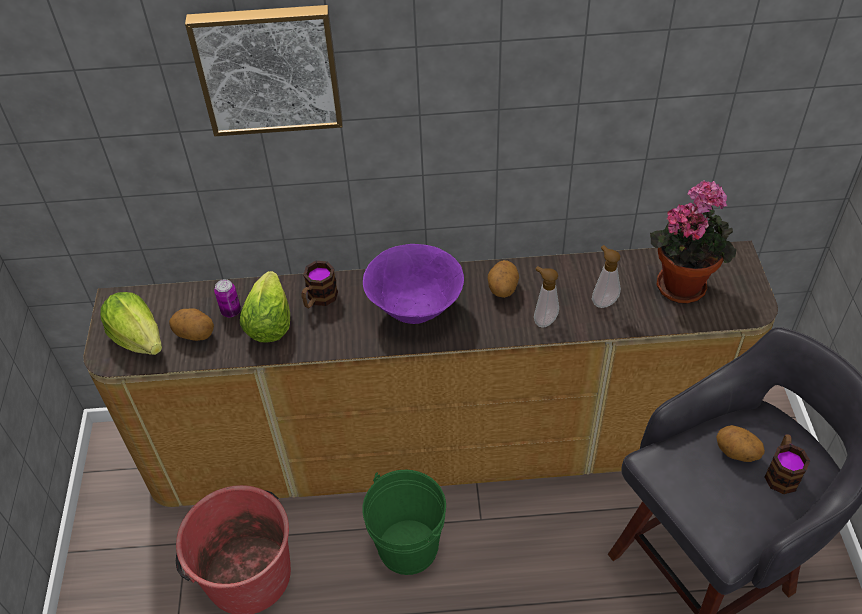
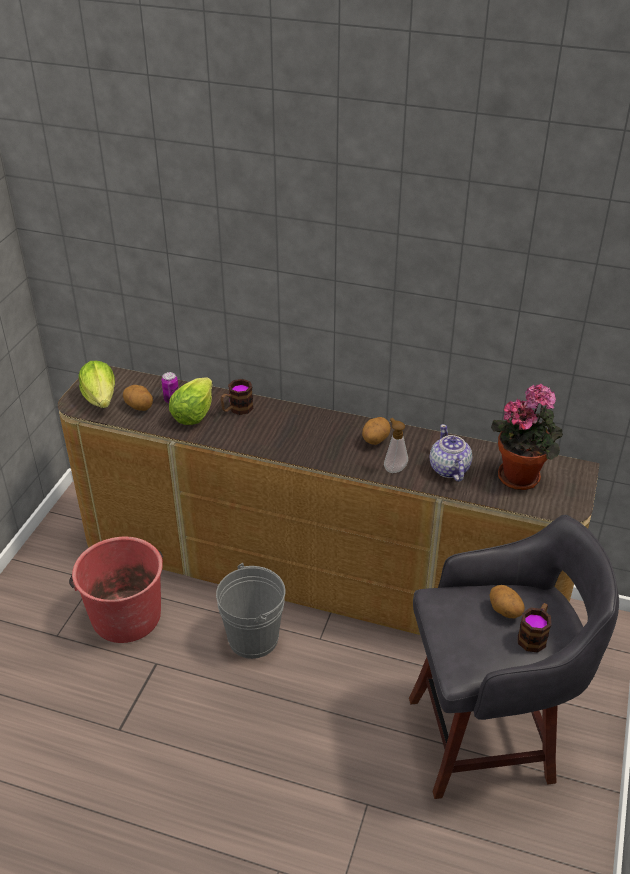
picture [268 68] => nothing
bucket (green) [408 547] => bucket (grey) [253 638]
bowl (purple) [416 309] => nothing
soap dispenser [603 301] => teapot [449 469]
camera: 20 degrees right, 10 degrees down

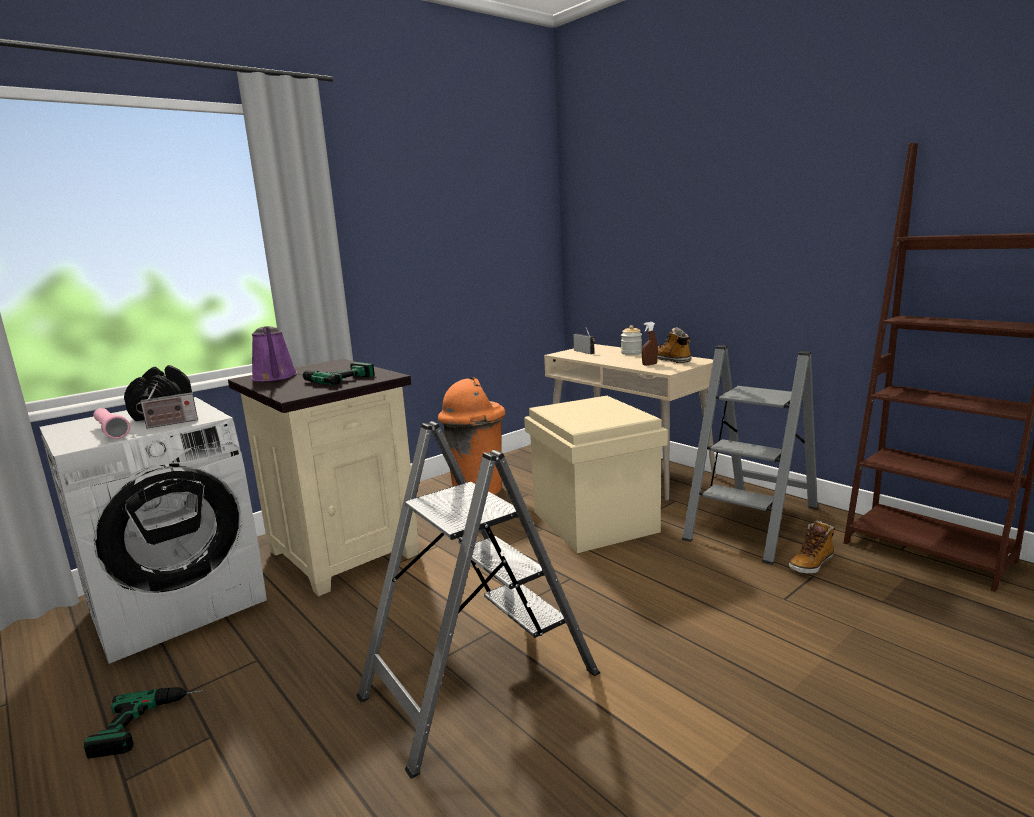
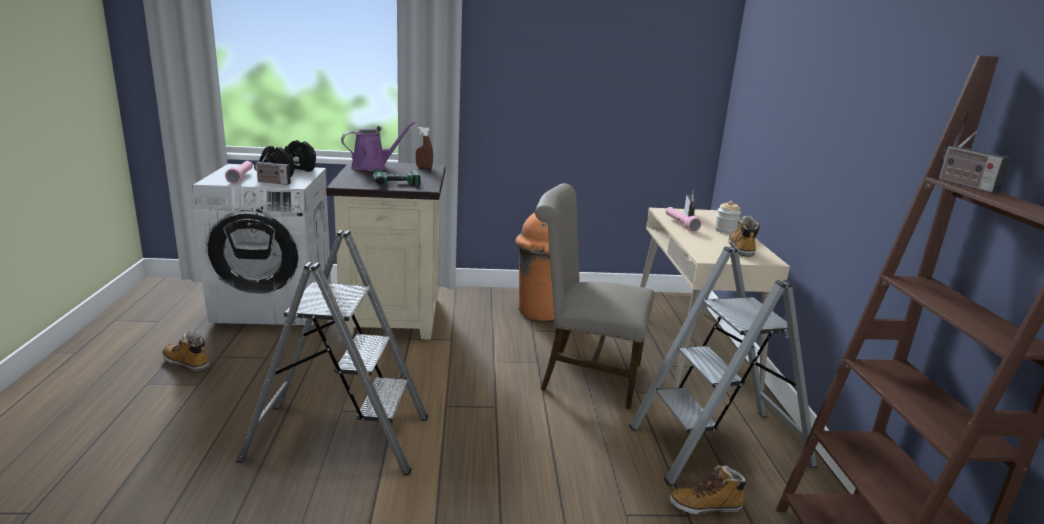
power drill [149 723] => boot [187 363]
watering can (purple) [275 377] => watering can (purple) [372 167], 135 degrees counterclockwise
storage box (beige) [593 521] => chair (beige) [584 375]
spray bottle (brown) [649 364] => spray bottle (brown) [424 167], shifted
nothing => flashlight (pink) [680 224]
nothing => radio [964 184]
camera: 35 degrees right, 5 degrees up

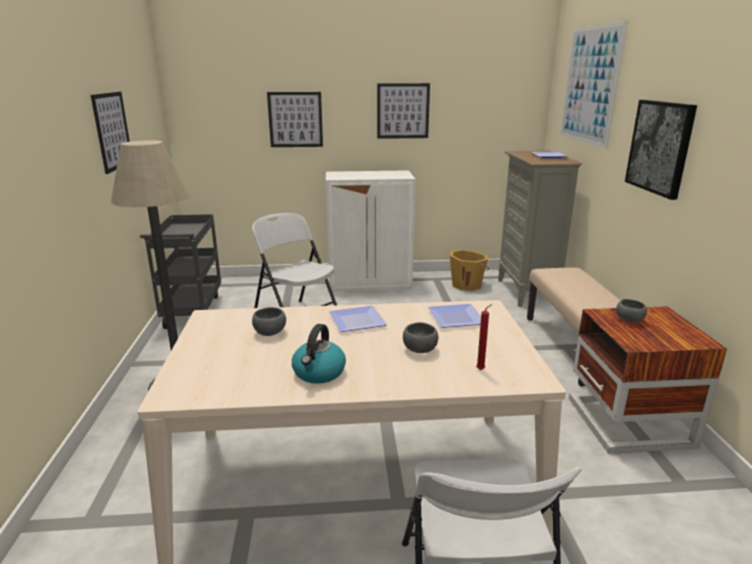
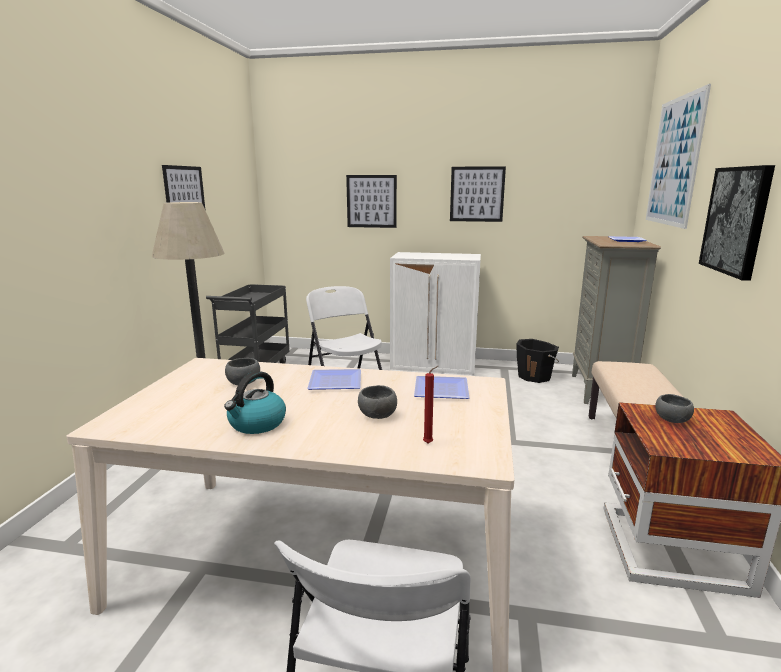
bucket (orange) [467 284] => bucket (black) [535 376]
camera: 15 degrees right, 5 degrees down

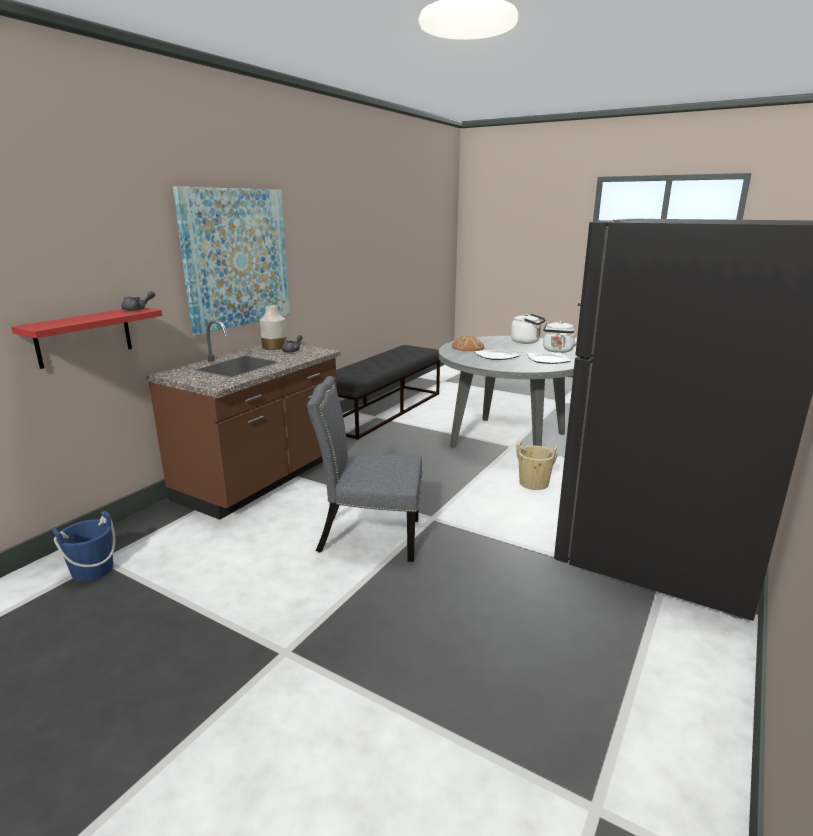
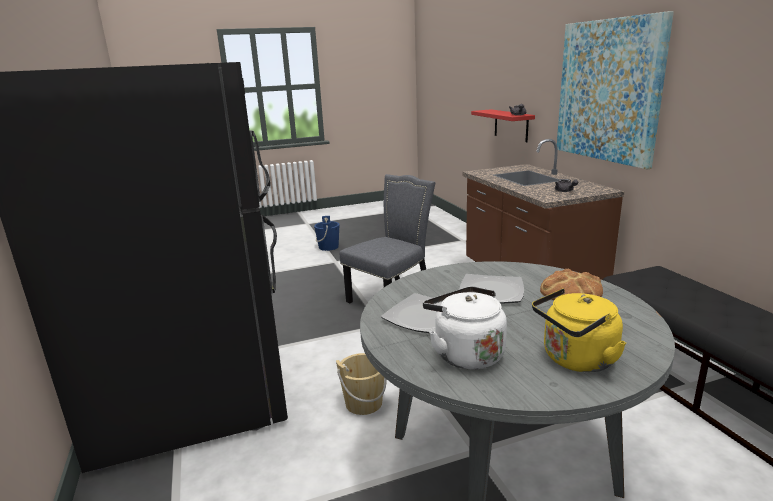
bucket (blue) [92 570] => bucket (blue) [328 247], shifted
vase (beige) [274 346] => nothing
kettle (white) [527 342] => kettle (yellow) [575 360]
camera: 130 degrees right, 0 degrees up

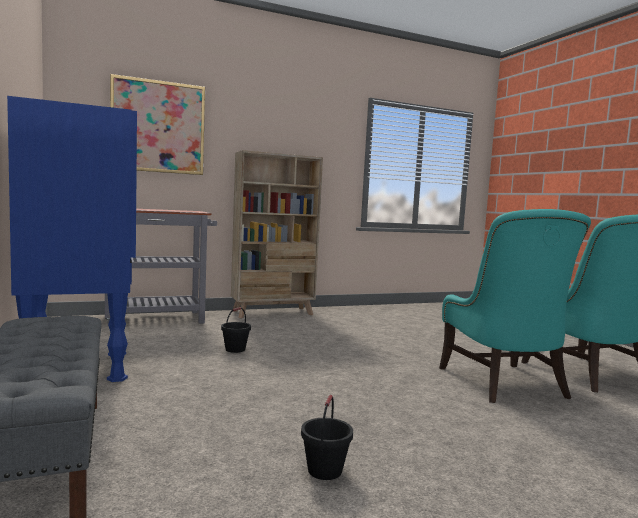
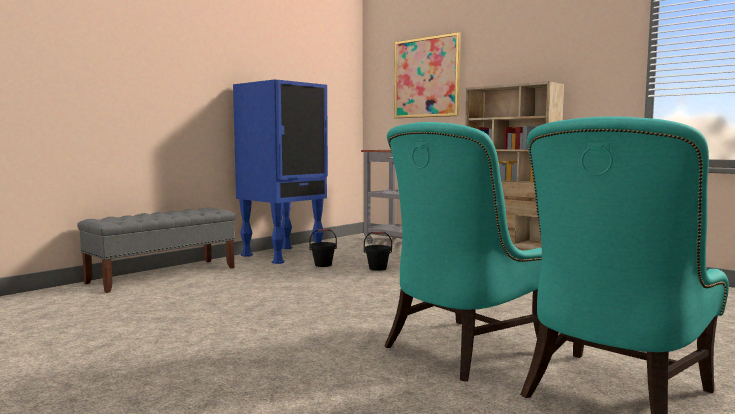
bucket (black) [325 470] => bucket (black) [323 265], shifted
camera: 65 degrees right, 0 degrees up

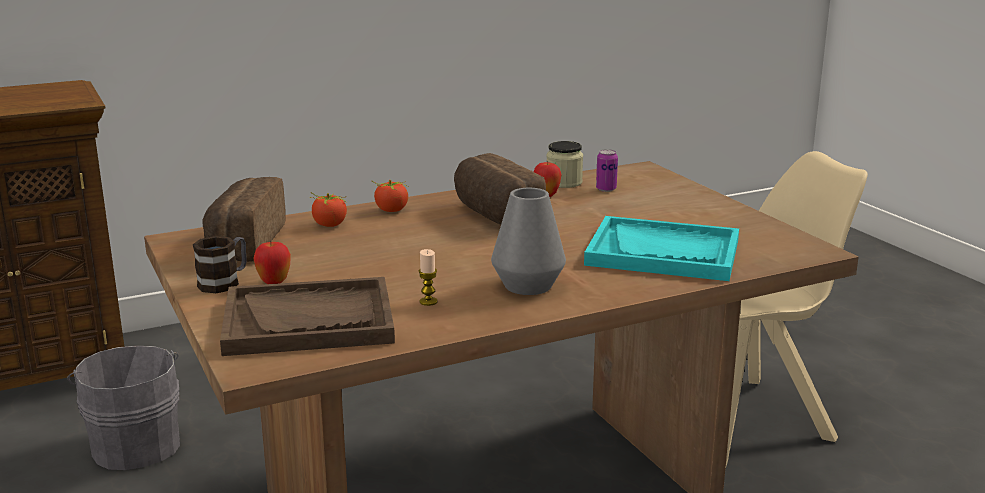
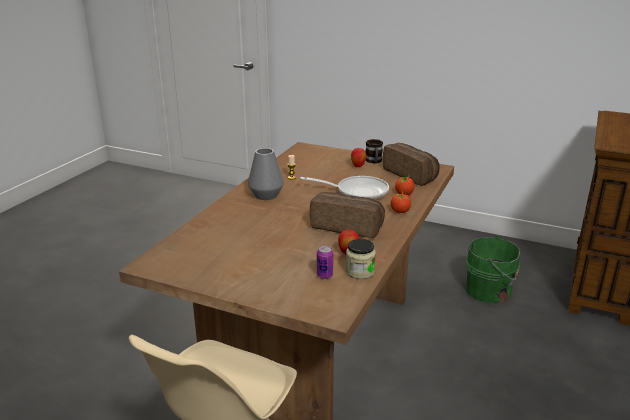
bucket (grey) [136 444] => bucket (green) [490 291]
tray (brown) [309 321] => nothing
tray (turquoise) [663 253] => nothing
nothing => frying pan [357 192]
camera: 140 degrees right, 5 degrees up

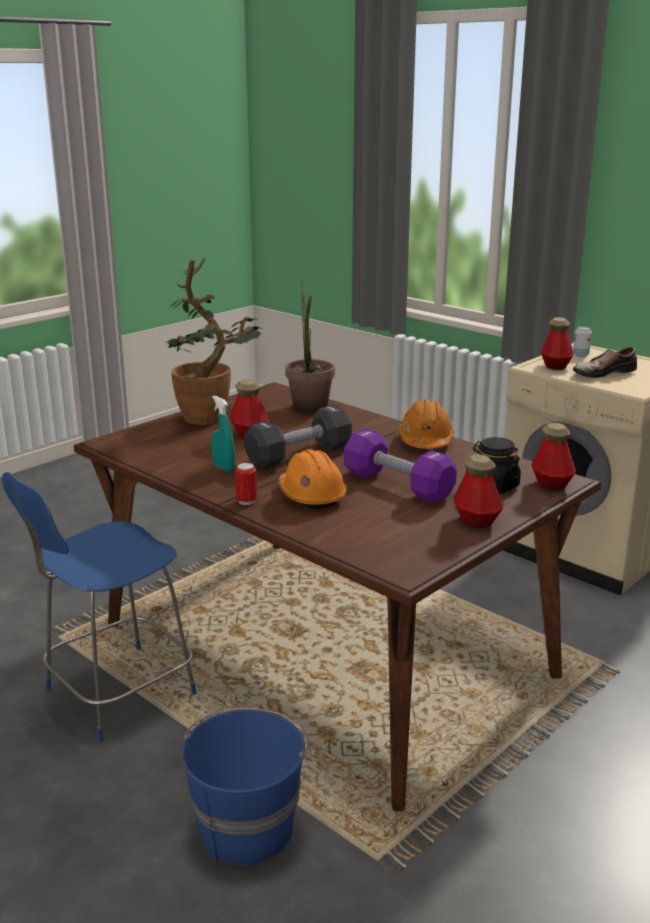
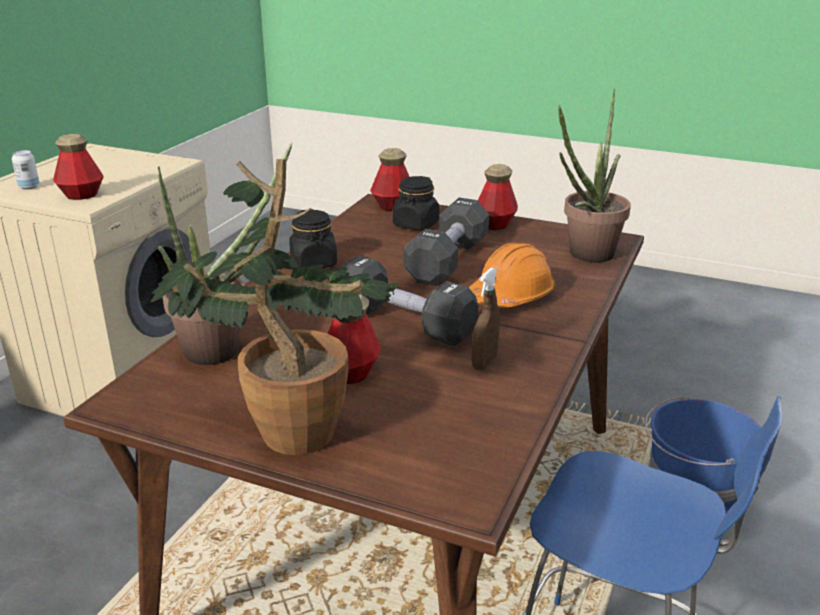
spray bottle (turquoise) [223 468] => spray bottle (brown) [484 363]
can [246 501] => nothing
dumbbell (purple) [397 485] => dumbbell (black) [447 261]
hard hat (orange) [425 441] => jar (black) [313 263]
shoe [602 372] => nothing
nothing => potted plant [585 256]
camera: 110 degrees left, 5 degrees up

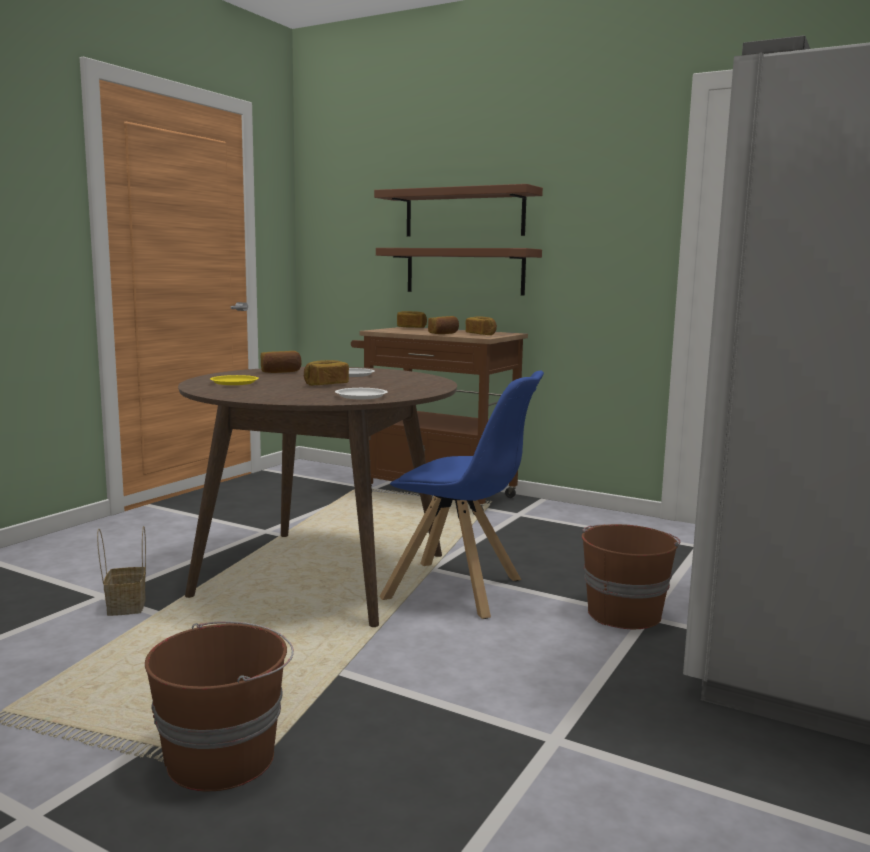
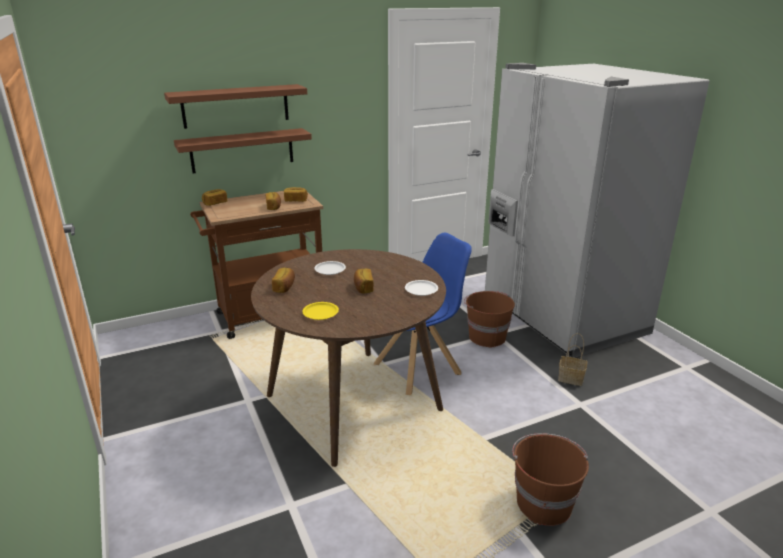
basket [125 605] => basket [569 378], shifted
camera: 55 degrees left, 15 degrees up

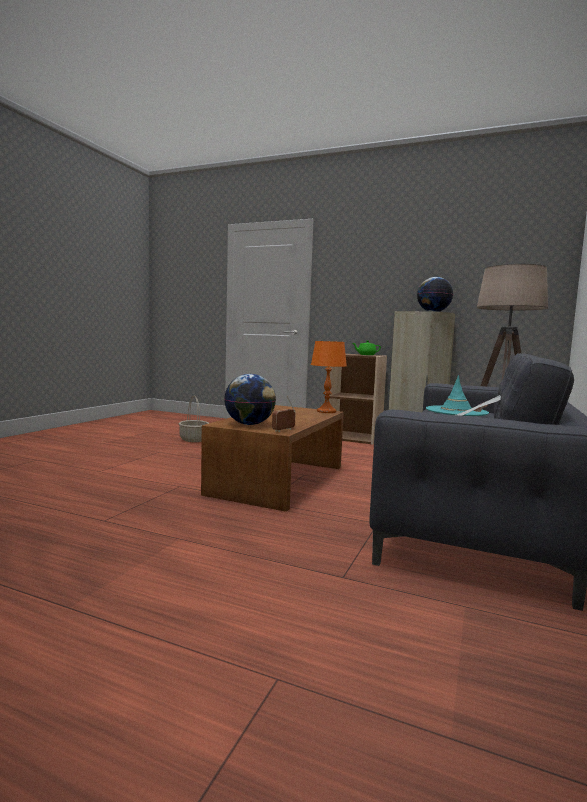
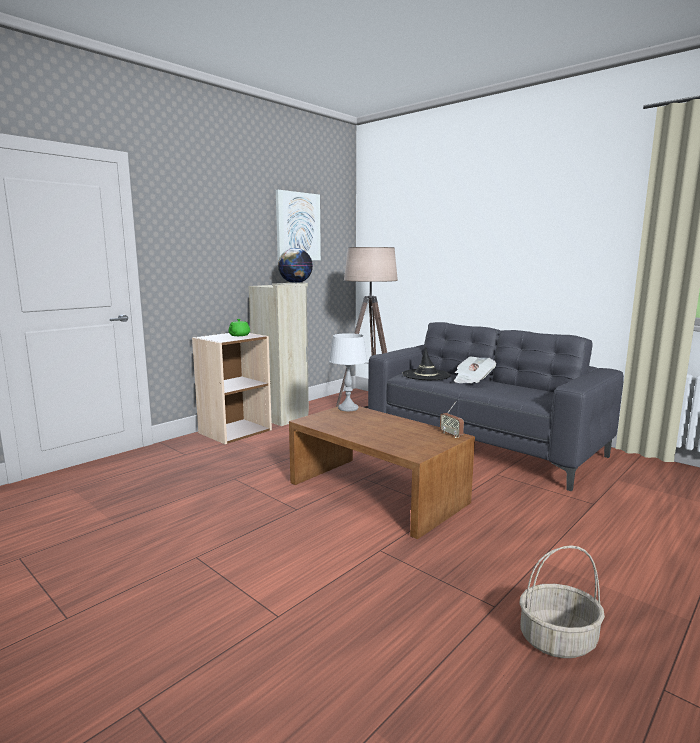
basket [193 439] => basket [557 640], shifted
globe [249 424] => nothing
table lamp (orange) [326 411] => table lamp (grey) [348 408]
hat (turquoise) [456 411] => hat (black) [426 375]
nothing => picture [297 226]
camera: 70 degrees left, 5 degrees up

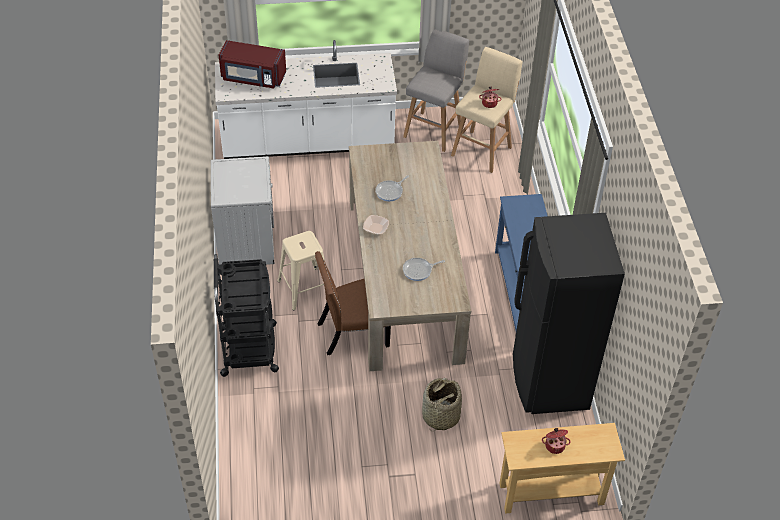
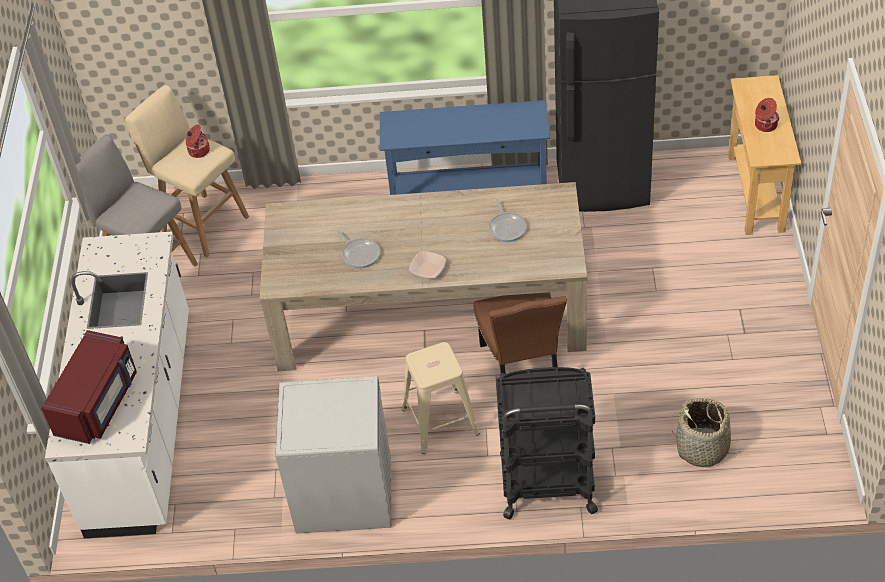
basket [440 416] => basket [703 449], shifted
camera: 80 degrees left, 0 degrees up

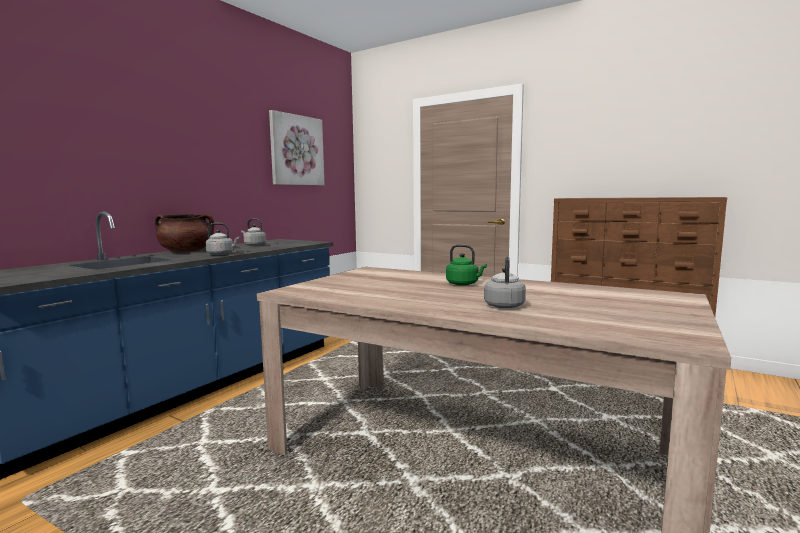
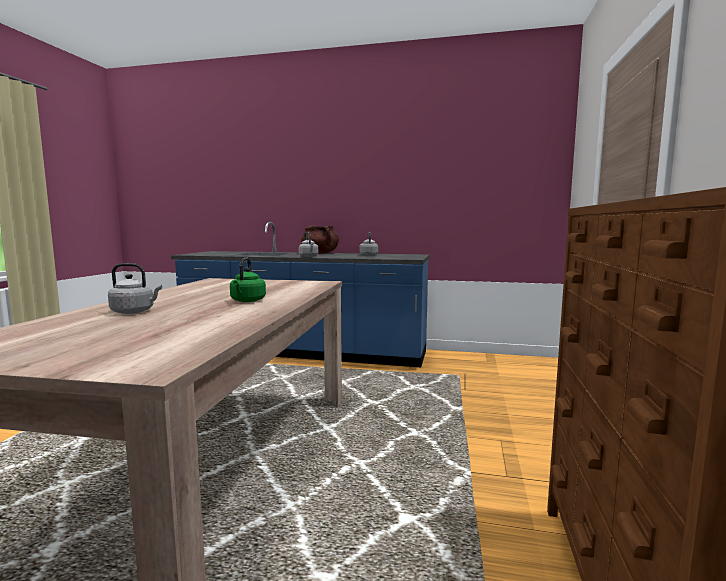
picture [296 150] => nothing
camera: 70 degrees right, 0 degrees up

